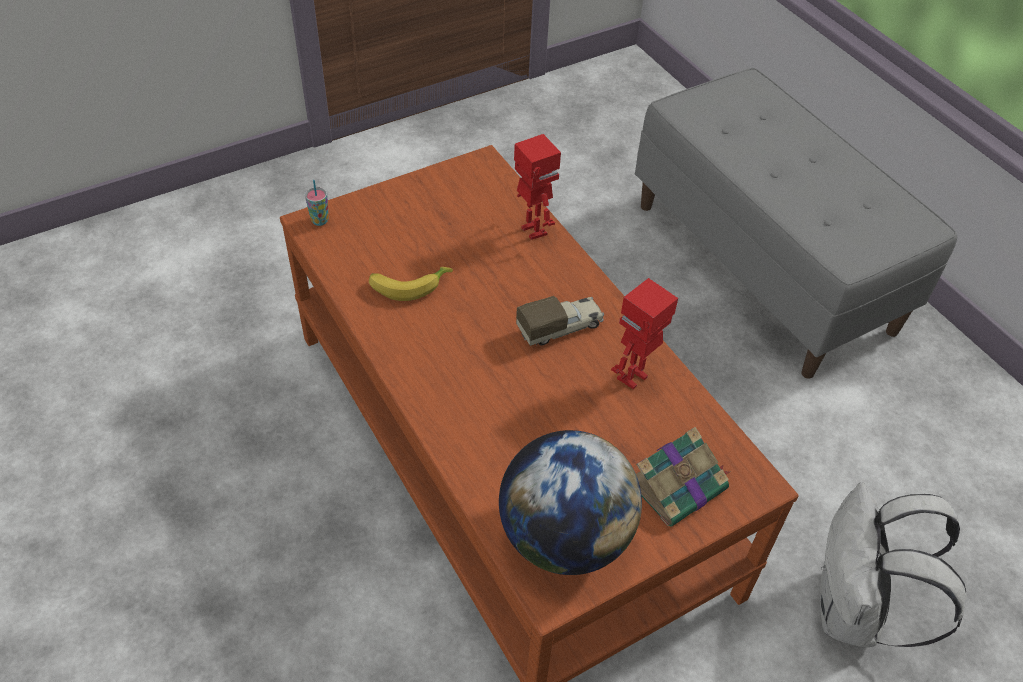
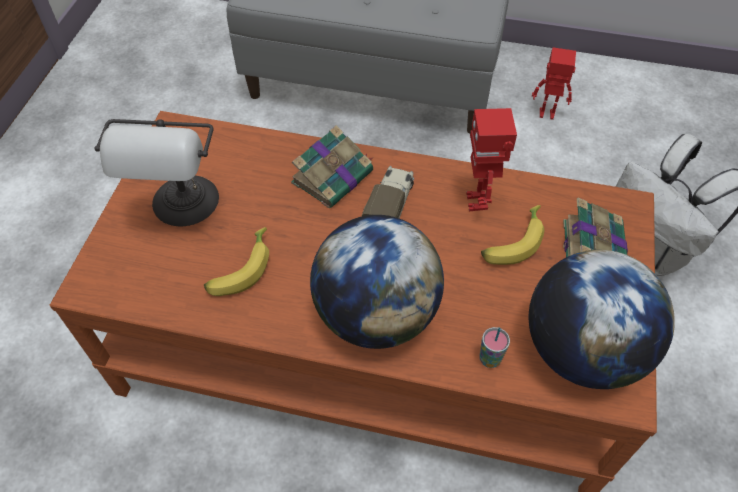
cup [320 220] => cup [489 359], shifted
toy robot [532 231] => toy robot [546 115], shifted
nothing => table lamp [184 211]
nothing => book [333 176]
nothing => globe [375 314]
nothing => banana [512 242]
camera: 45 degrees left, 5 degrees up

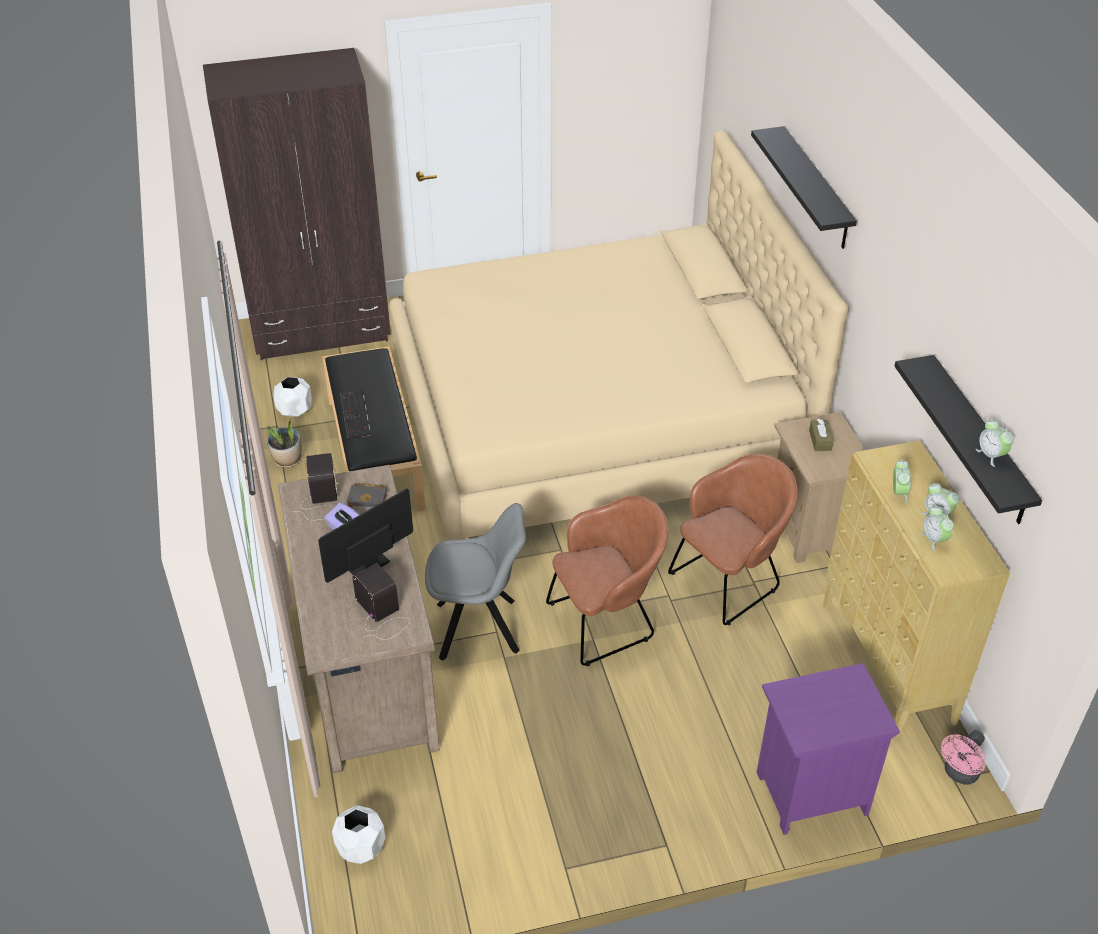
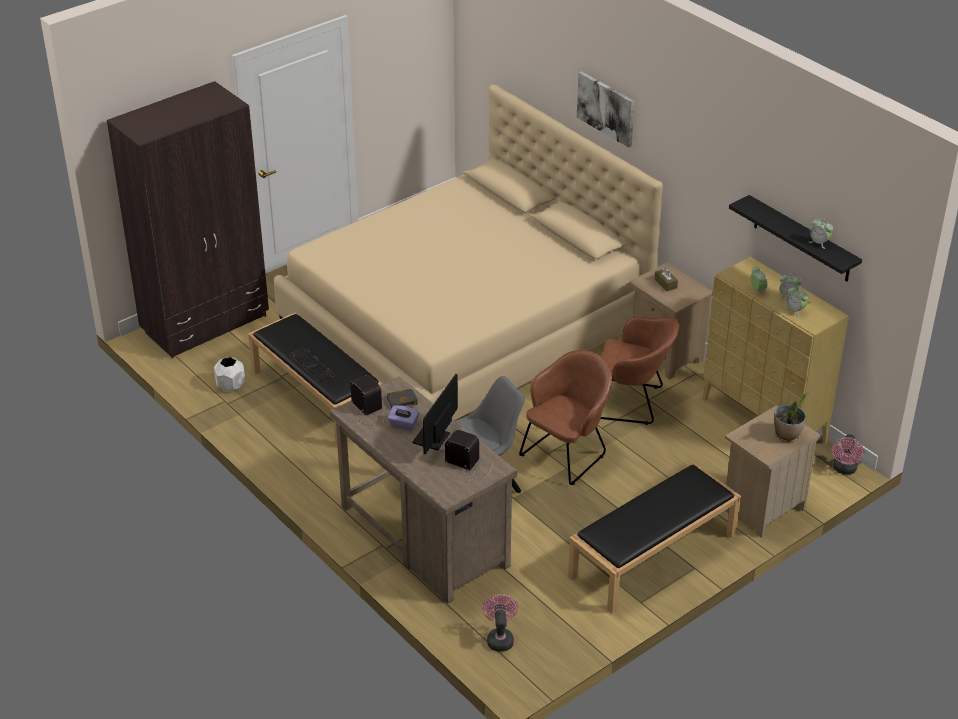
potted plant [288 460] => potted plant [787 435], shifted
planter (white) [360 847] => fan (pink) [499 638]
armchair (brown) [729 580] => armchair (brown) [632 403], 75 degrees clockwise
shelf (black) [816 189] => picture [606 108]
nightstand (purple) [809 791] => nightstand (beige) [761 509]
nothing => bench (black) [652 556]
camera: 25 degrees left, 5 degrees down

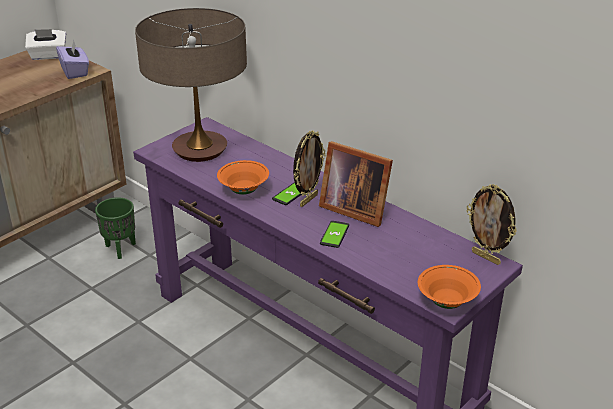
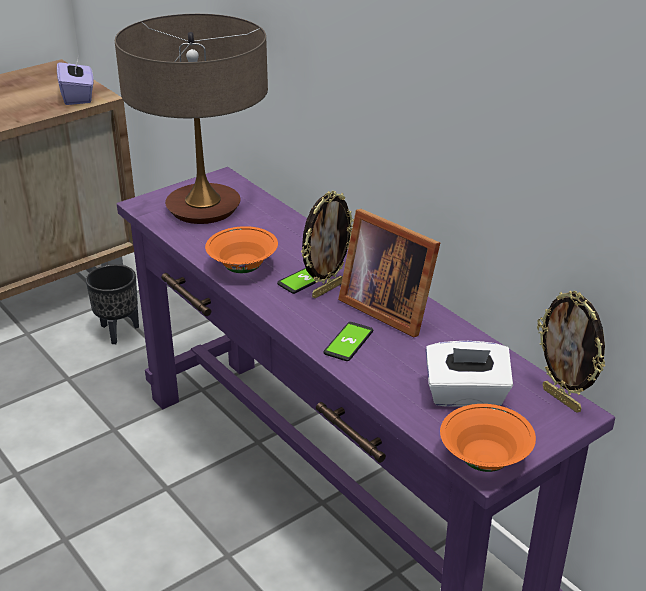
tissue box (white) [48 56] => tissue box (white) [466 395], shifted
planter (green) [121 249] => planter (black) [119 331]
camera: 10 degrees right, 0 degrees up

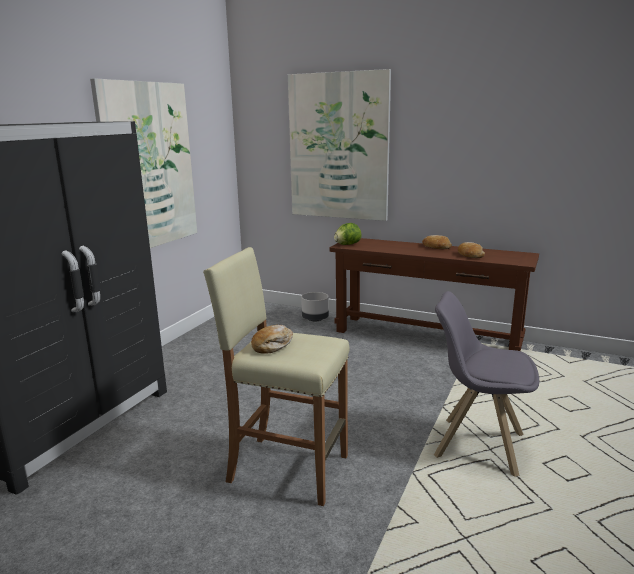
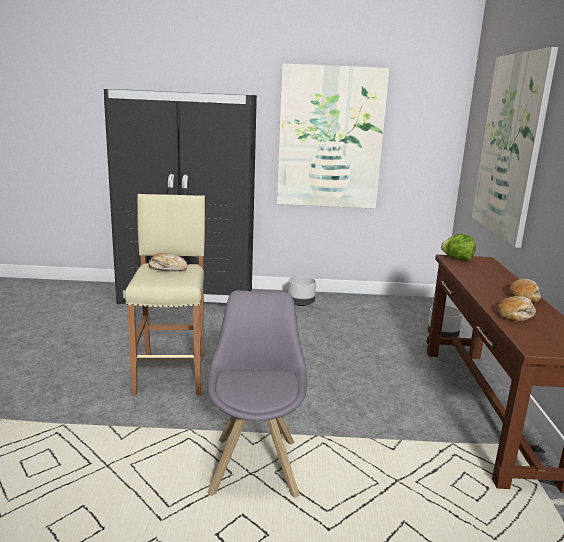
nothing => planter (grey) [301 303]
camera: 65 degrees right, 0 degrees up

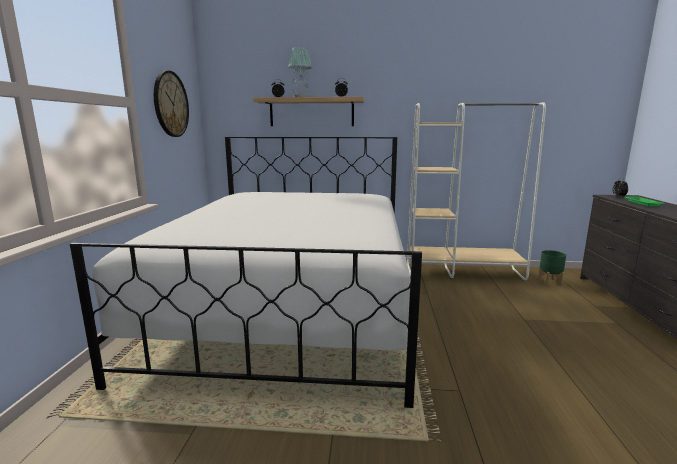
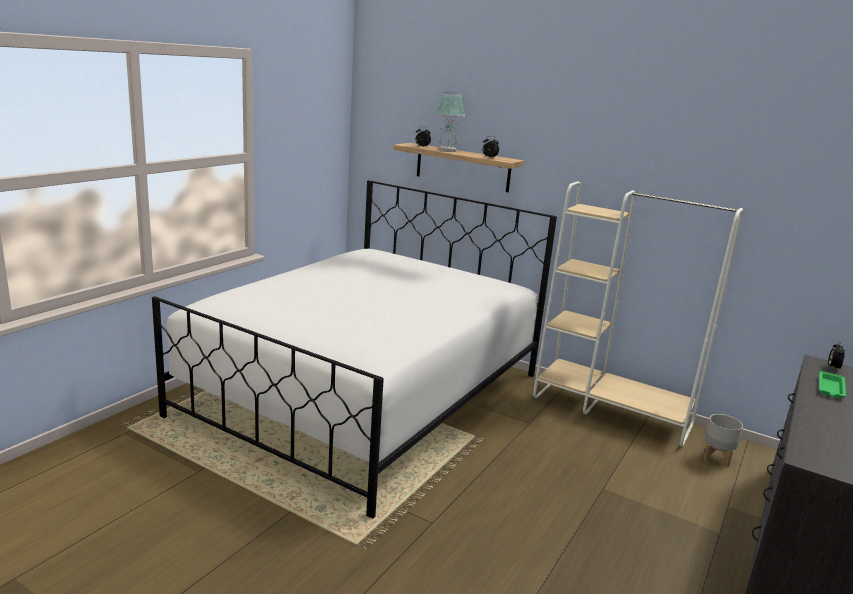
wall clock [170 104] => nothing
planter (green) [550 281] => planter (grey) [717 458]
camera: 25 degrees right, 5 degrees up

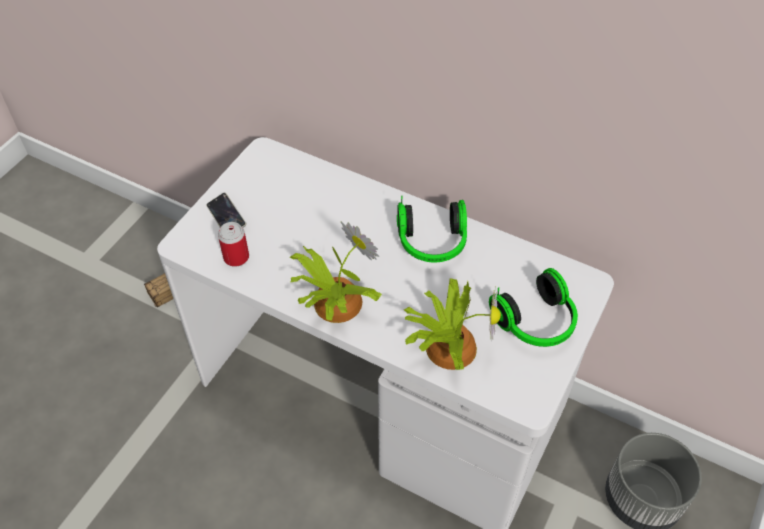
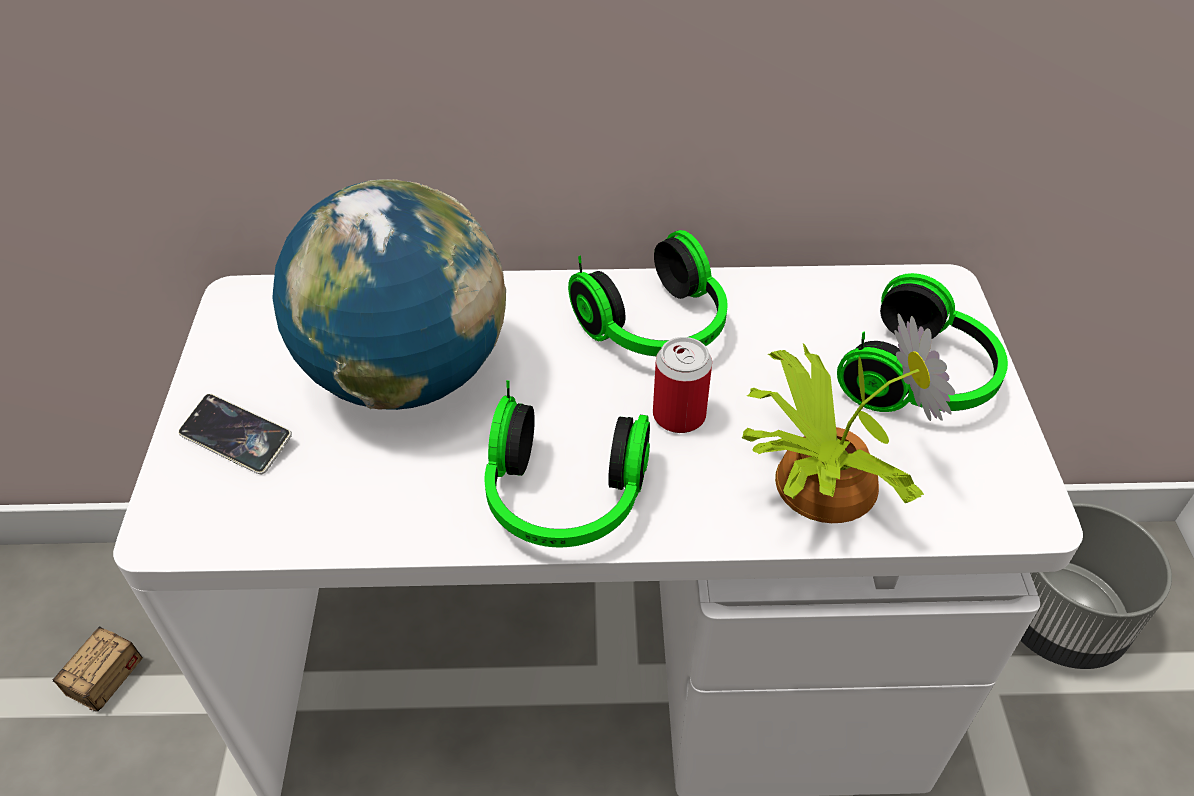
can [236 257] => can [679 415], shifted
potted plant [334 303] => headphones [563 501]
nothing => globe [406 376]
camera: 30 degrees left, 5 degrees down

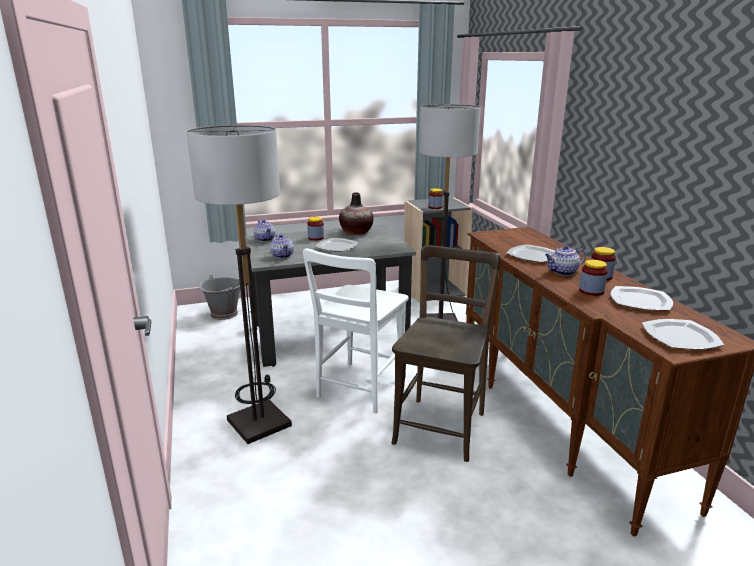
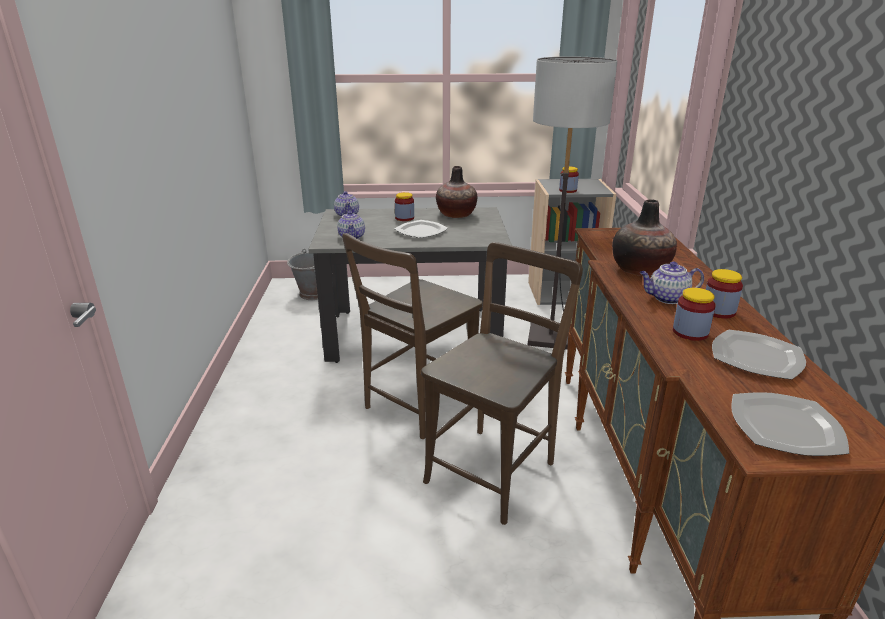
floor lamp [258 414] => nothing
chair (white) [359 389] => chair (brown) [417 406]
plate [533 256] => vase [640 269]
camera: 15 degrees right, 5 degrees up

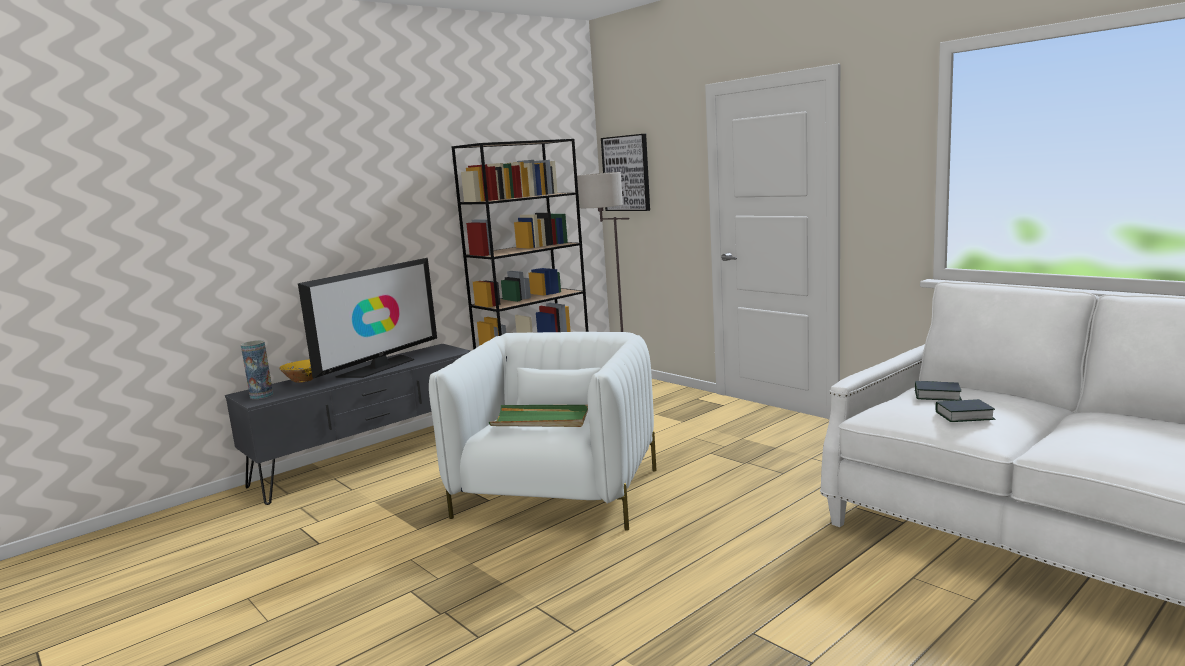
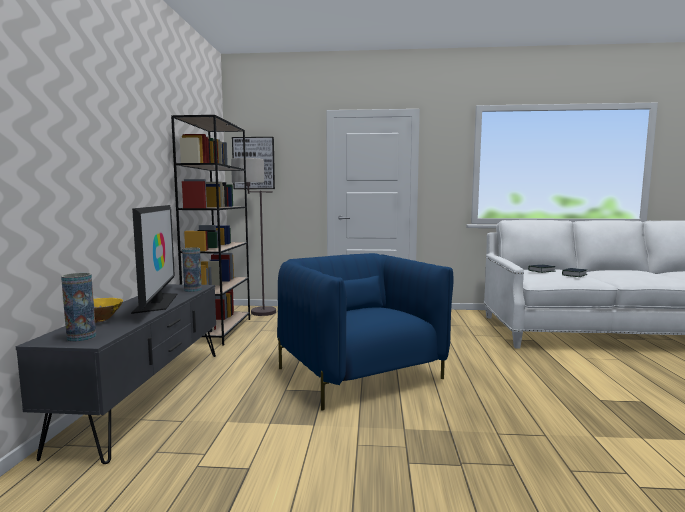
armchair (white) [558 493] => armchair (blue) [360 373]
tray (green) [541 420] => nothing
nothing => vase [193 290]
camera: 45 degrees left, 5 degrees down

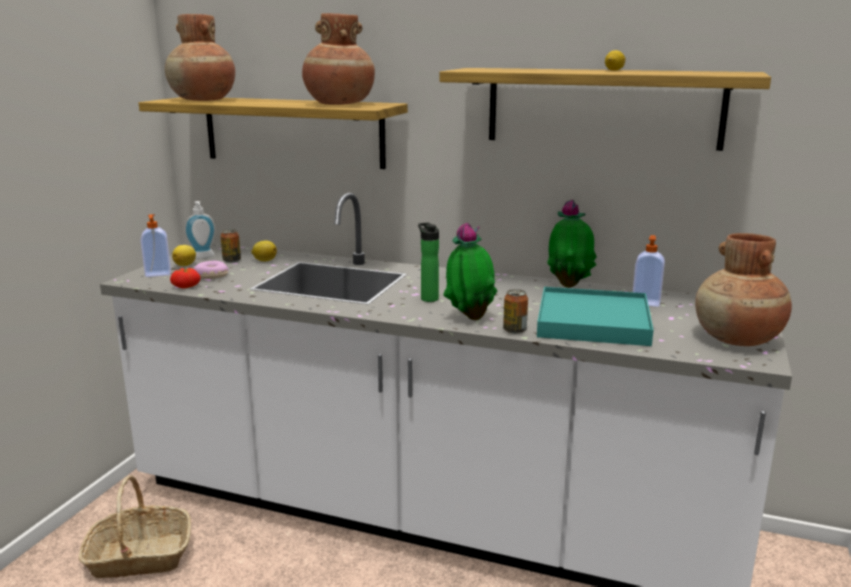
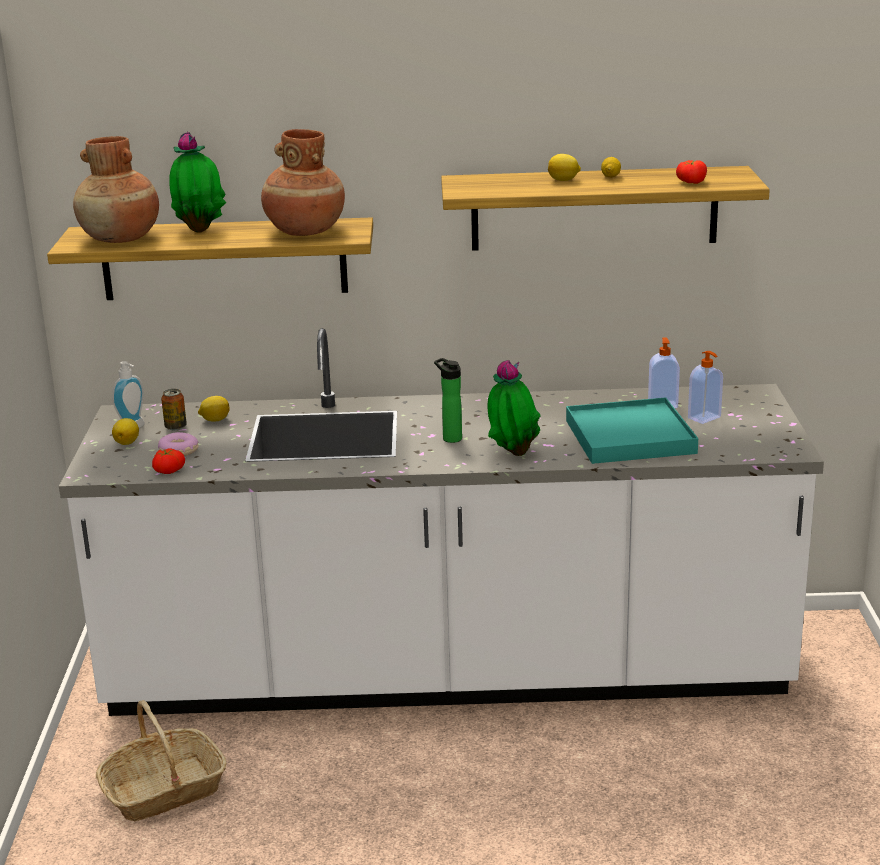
soap dispenser [158 274] => soap dispenser [705 418], shifted
can [514 330] => nothing
potted plant [569 285] => potted plant [200 230], shifted
vase (brown) [737 339] => nothing
nothing => lemon [564 180]
nothing => tomato [690 182]
camera: 20 degrees left, 5 degrees up

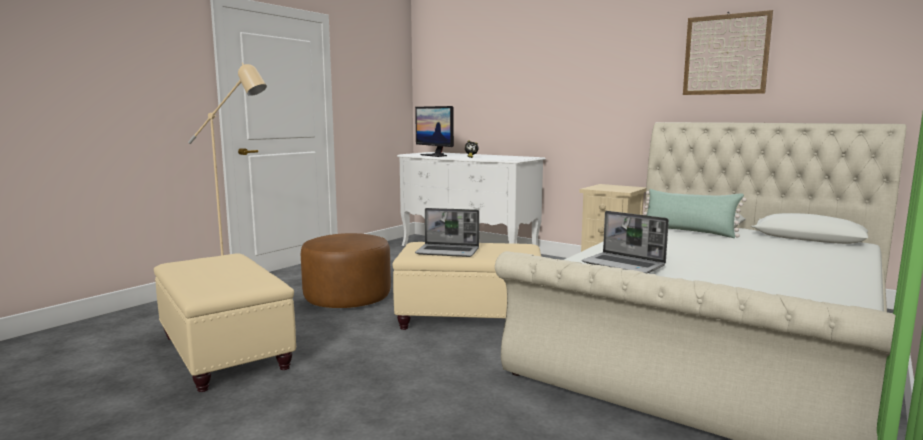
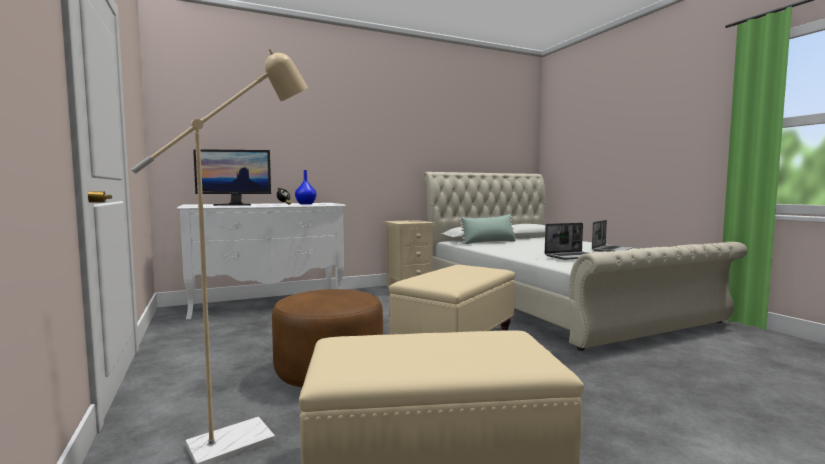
laptop [448 252] => laptop [611 250], shifted
picture [726 53] => nothing
nothing => vase (blue) [306 204]
camera: 60 degrees left, 5 degrees down

